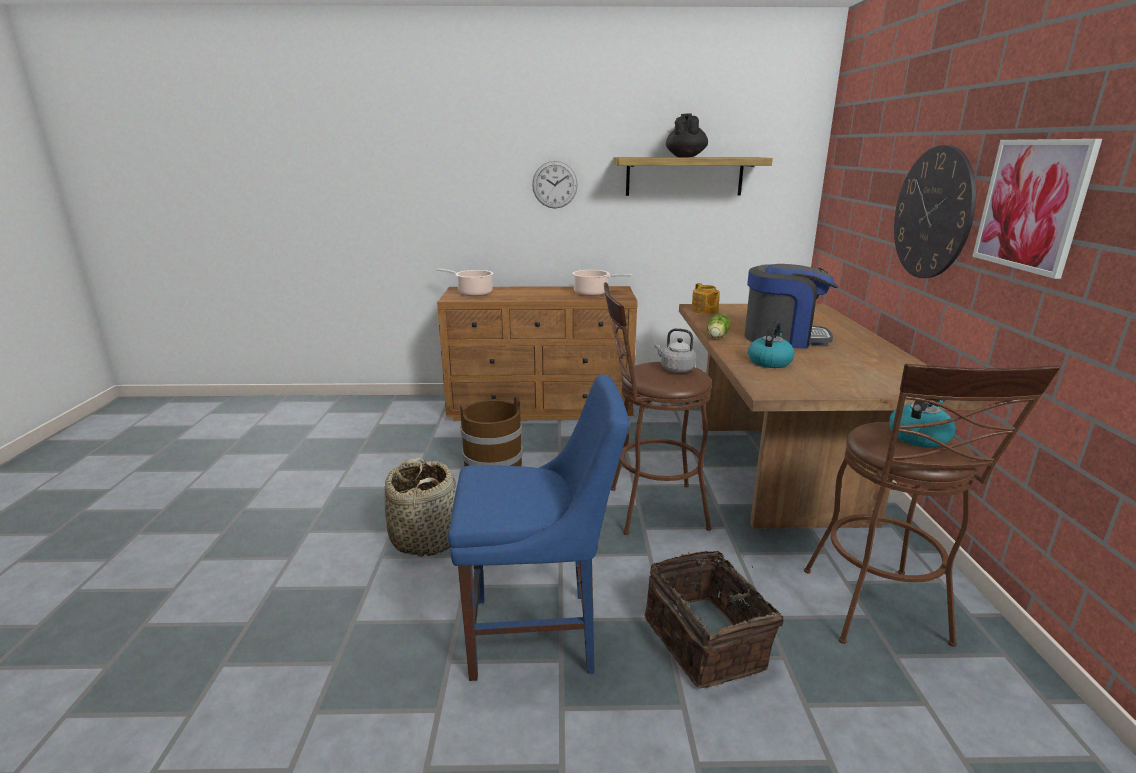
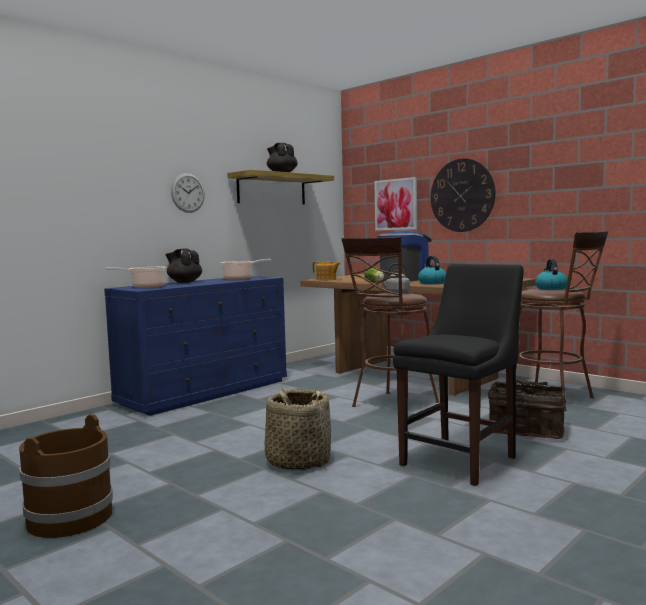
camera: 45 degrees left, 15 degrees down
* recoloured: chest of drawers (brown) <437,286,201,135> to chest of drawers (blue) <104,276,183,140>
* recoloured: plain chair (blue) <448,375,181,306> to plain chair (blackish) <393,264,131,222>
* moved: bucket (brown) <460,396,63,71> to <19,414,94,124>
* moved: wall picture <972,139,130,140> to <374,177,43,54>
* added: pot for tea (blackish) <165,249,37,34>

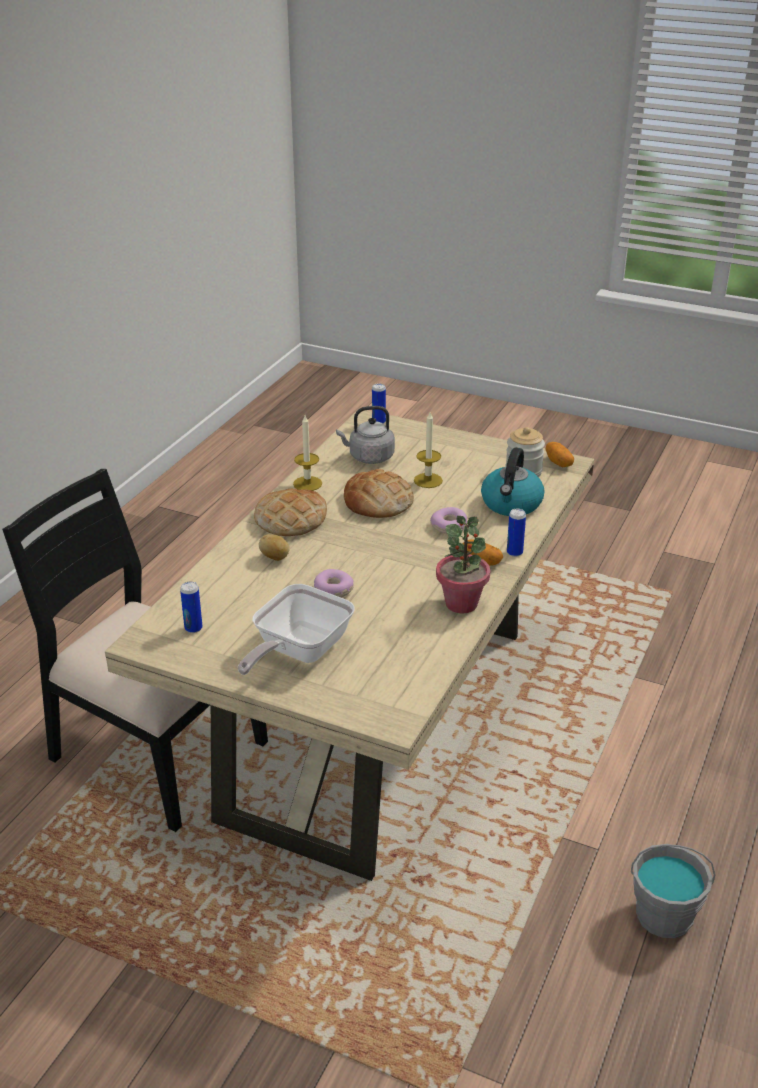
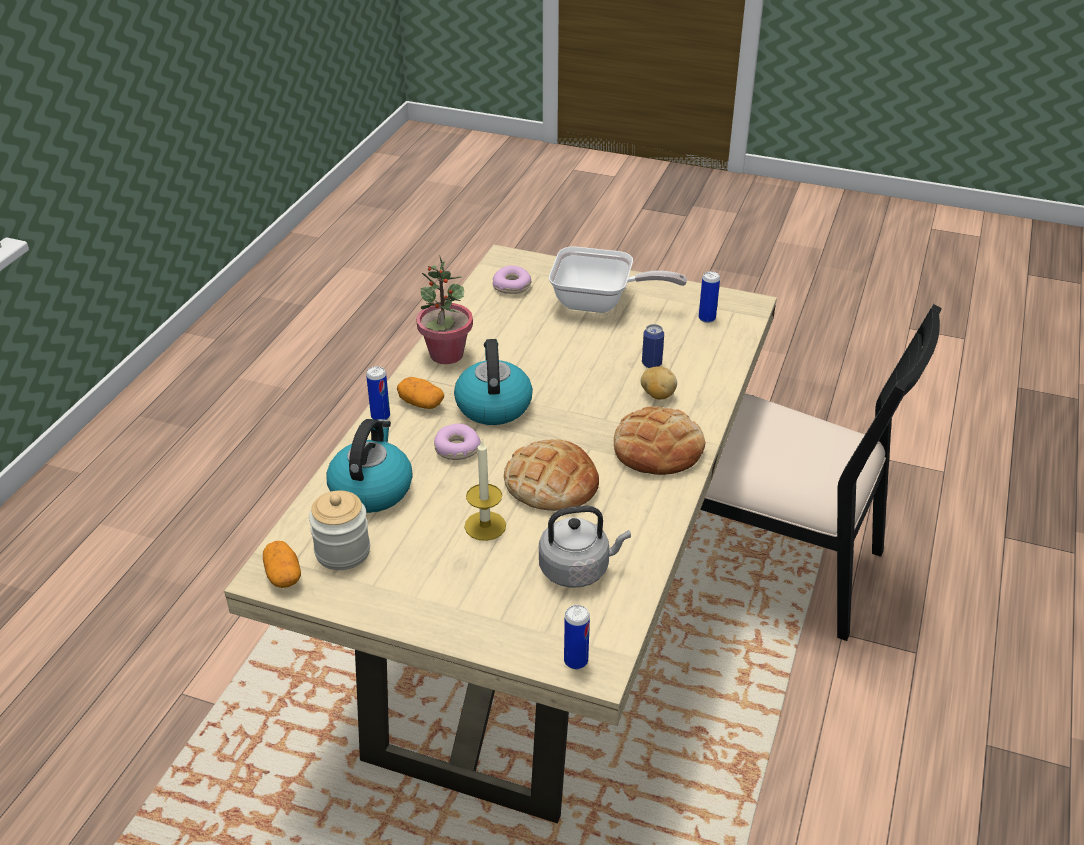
camera: 175 degrees right, 5 degrees up
* turned: skillet <238,584,117,91> = <549,247,138,66> 75 degrees clockwise
* removed: wax candle <293,415,29,76>
* moved: doughnut <314,569,40,29> to <493,266,39,28>
* removed: bucket (grey) <631,844,84,94>
* added: water kettle <454,339,79,86>
* added: can <642,324,22,44>

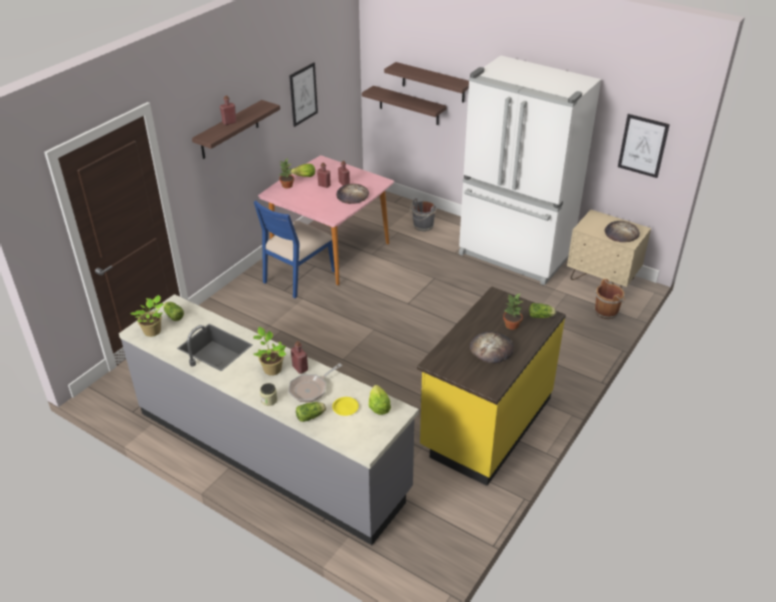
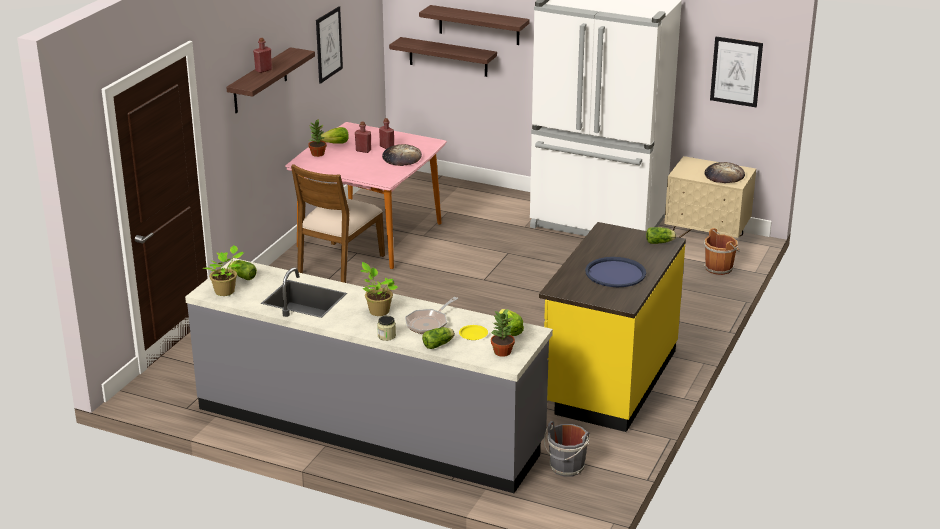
camera: 10 degrees left, 10 degrees down
* recoloured: plain chair (blue) <254,200,81,98> to plain chair (brown) <291,164,94,119>
* removed: bottle (reddish) <291,341,17,33>
* moved: bucket (grey) <410,198,26,33> to <544,421,45,56>
* replaced: bread <470,332,44,32> to tray (blue) <585,257,61,30>
* moved: potted plant <503,294,20,36> to <490,308,25,49>

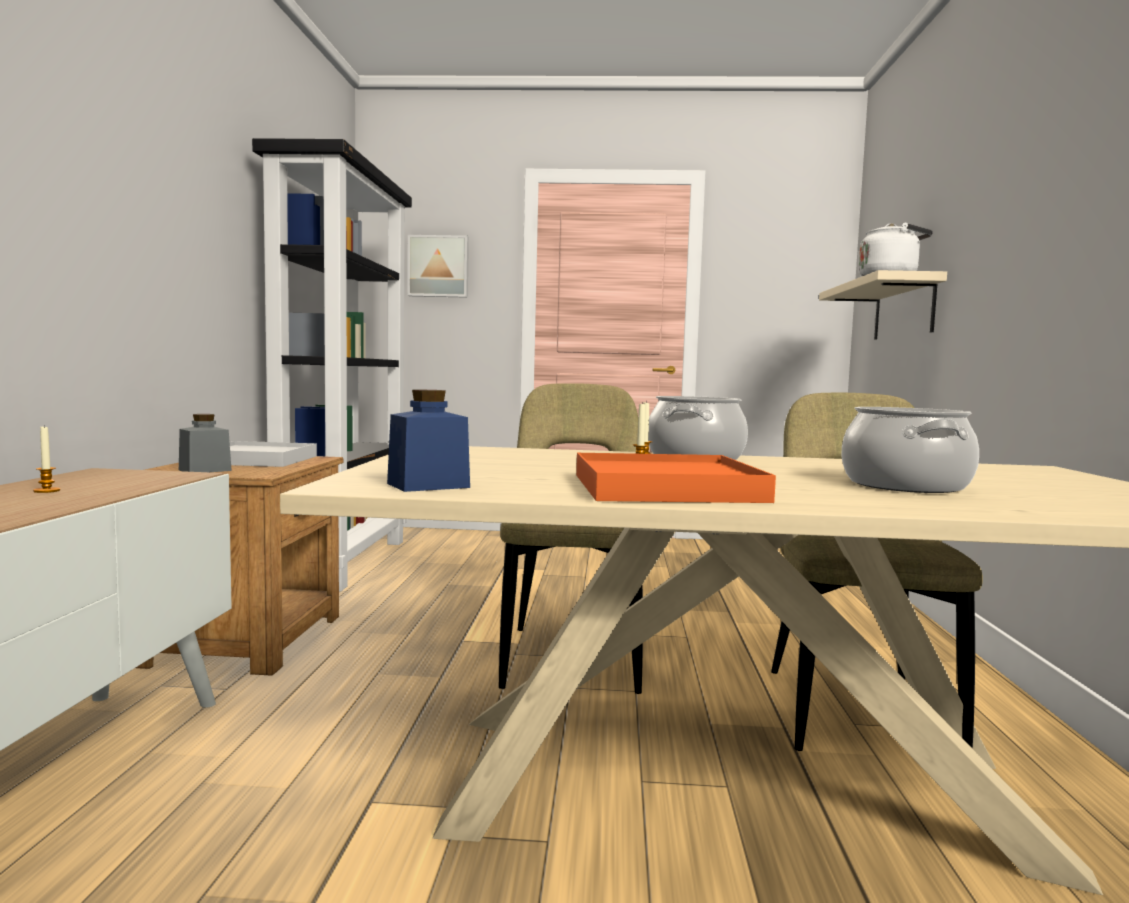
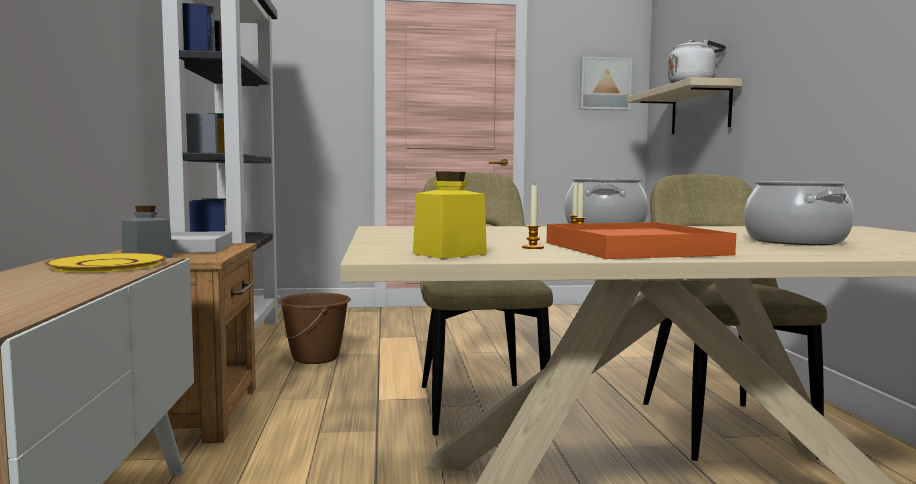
camera: 10 degrees left, 0 degrees up
* moved: wax candle <33,426,27,67> to <522,183,22,66>
* recoloured: storage jar (blue) <387,390,83,102> to storage jar (yellowish) <413,171,74,88>
* moved: wall picture <407,235,62,63> to <579,57,53,53>
* added: flat dish (yellowish) <45,253,121,20>
* added: bucket (brown) <278,293,73,71>

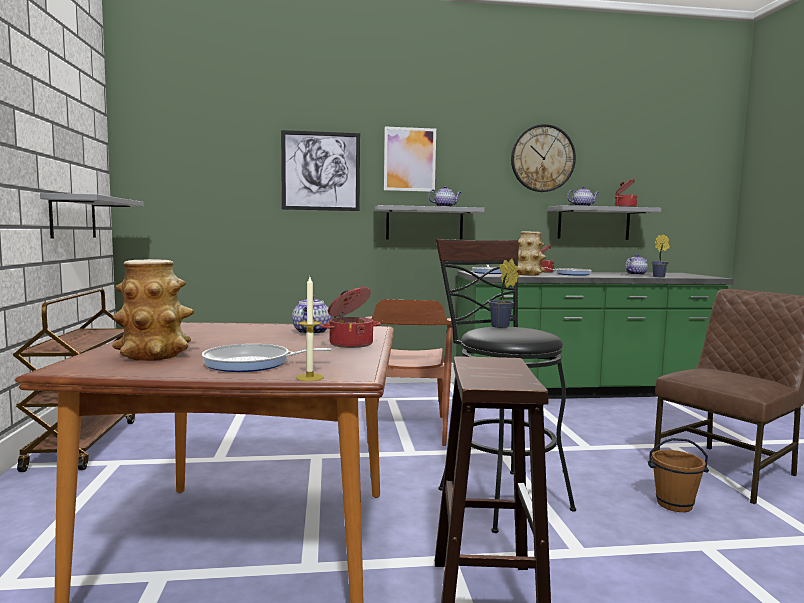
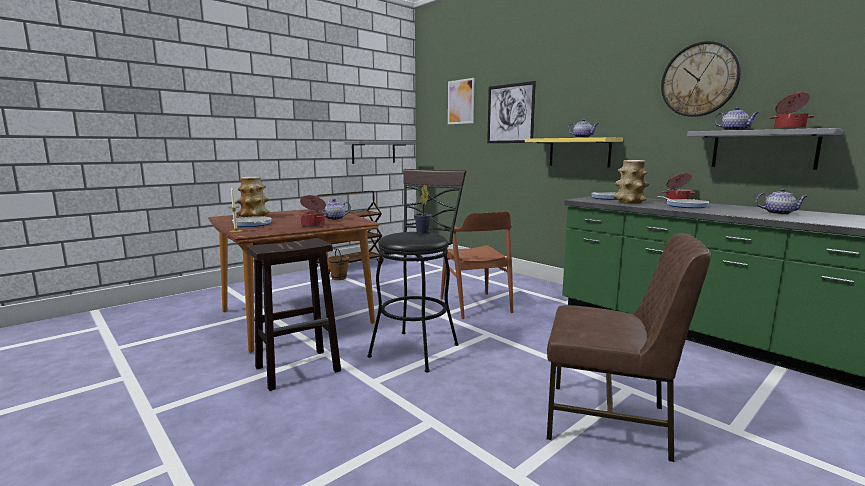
camera: 55 degrees right, 5 degrees up
* turned: plain chair (brown) <366,299,87,147> = <440,212,73,107> 75 degrees counterclockwise
* recoloured: shelf (grey) <374,205,111,35> to shelf (yellowish) <525,137,98,31>
* moved: wall picture <384,127,52,65> to <448,78,26,46>
* moved: bucket (brown) <648,438,61,74> to <328,248,21,32>
* removed: potted plant <651,234,19,43>

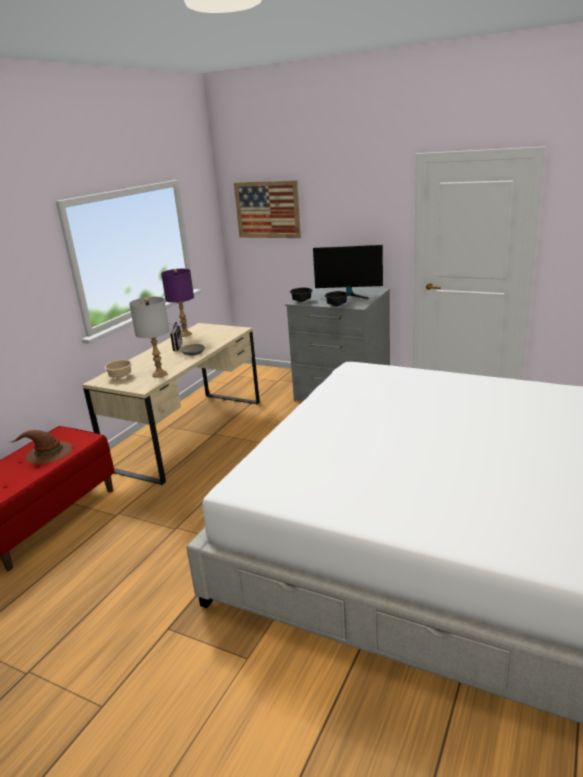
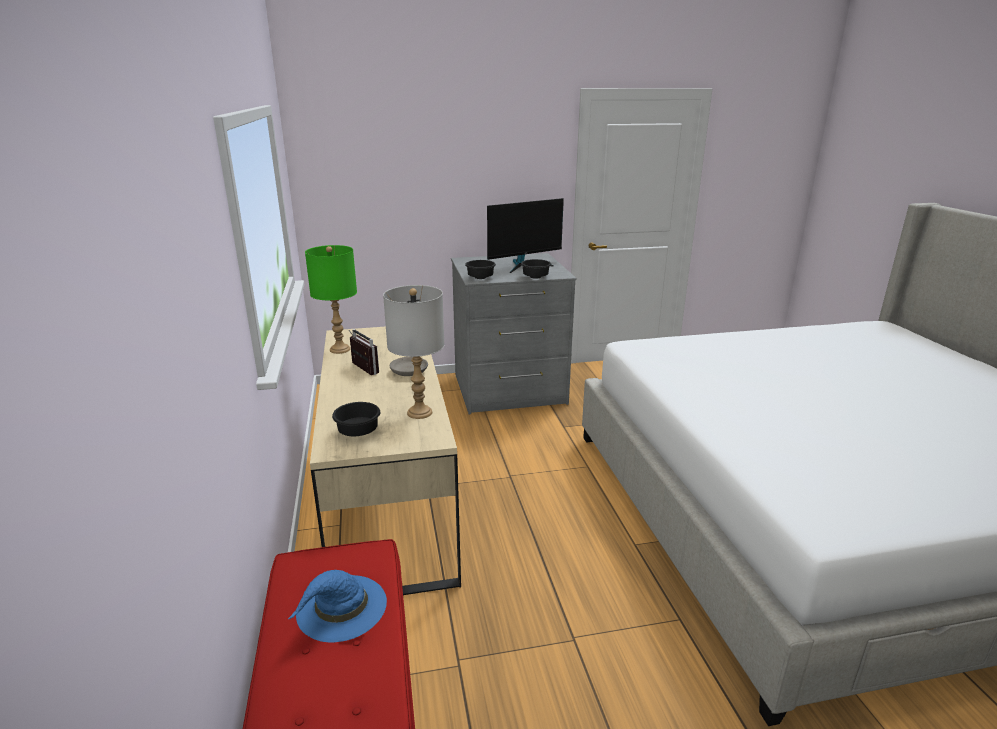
camera: 40 degrees left, 0 degrees up
* recoloured: hat (brown) <11,430,62,34> to hat (blue) <288,570,99,72>
* recoloured: bowl (beige) <105,360,27,18> to bowl (blackish) <332,402,48,34>
* recoloured: tabletop lamp (purplish) <161,269,33,68> to tabletop lamp (green) <305,245,52,109>
* removed: wall picture <234,180,67,58>

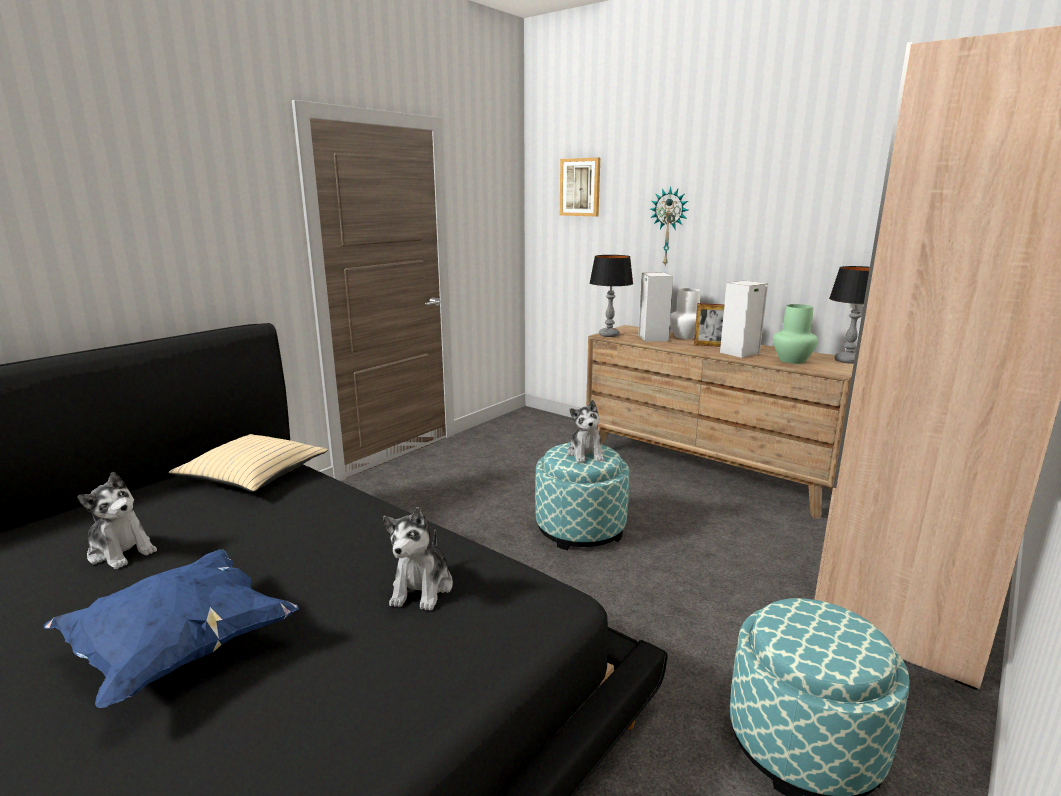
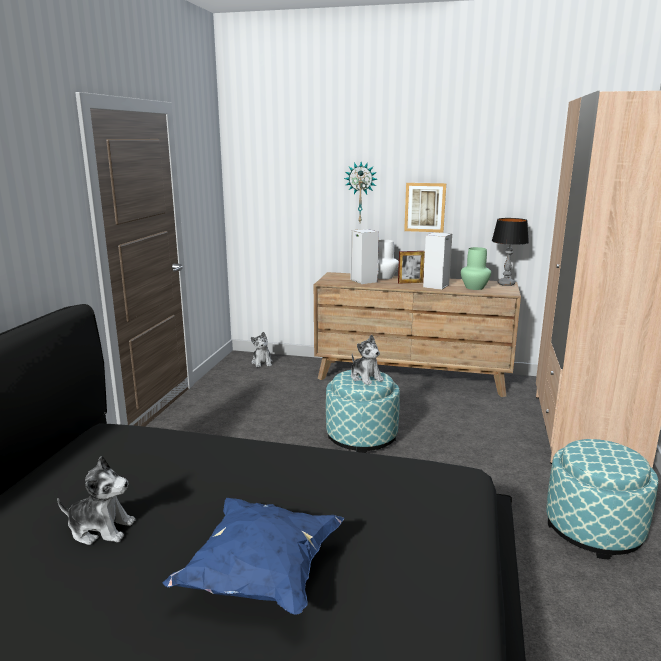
camera: 25 degrees left, 0 degrees up
* removed: throw pillow (beige) <169,434,159,58>
* moved: plush toy <383,507,70,104> to <251,332,22,35>
* moved: wall picture <560,158,40,58> to <404,183,42,49>
* removed: tabletop lamp <590,255,43,82>

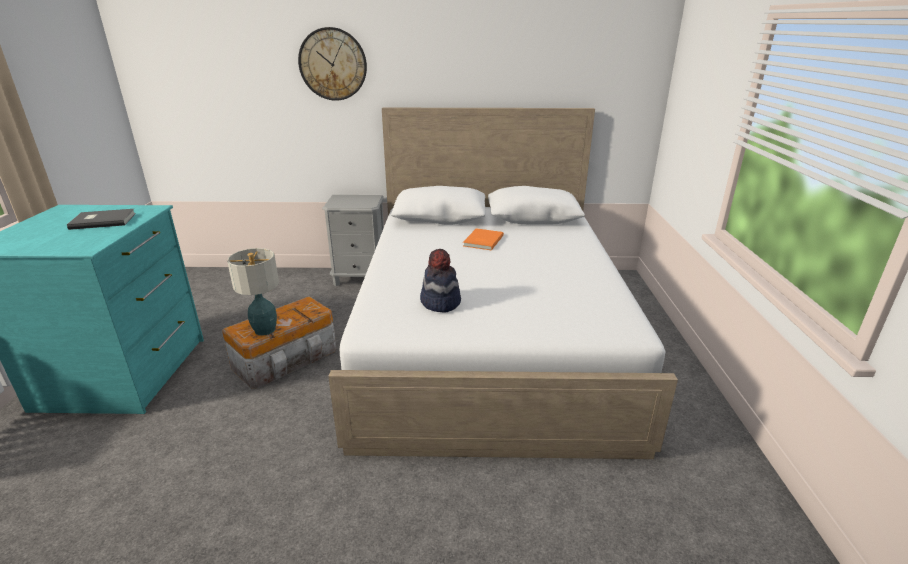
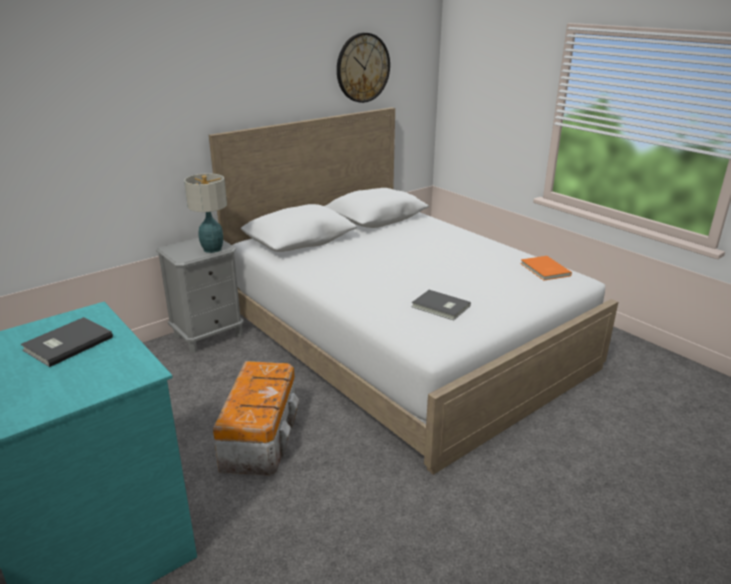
camera: 40 degrees left, 0 degrees up
* moved: tabletop lamp <227,248,52,88> to <184,173,43,80>
* moved: hanging clock <298,27,69,74> to <337,33,53,70>
* replaced: hat <420,249,41,64> to book (grey) <411,290,60,30>
* moved: book (orange-coloured) <463,228,41,22> to <520,256,52,25>

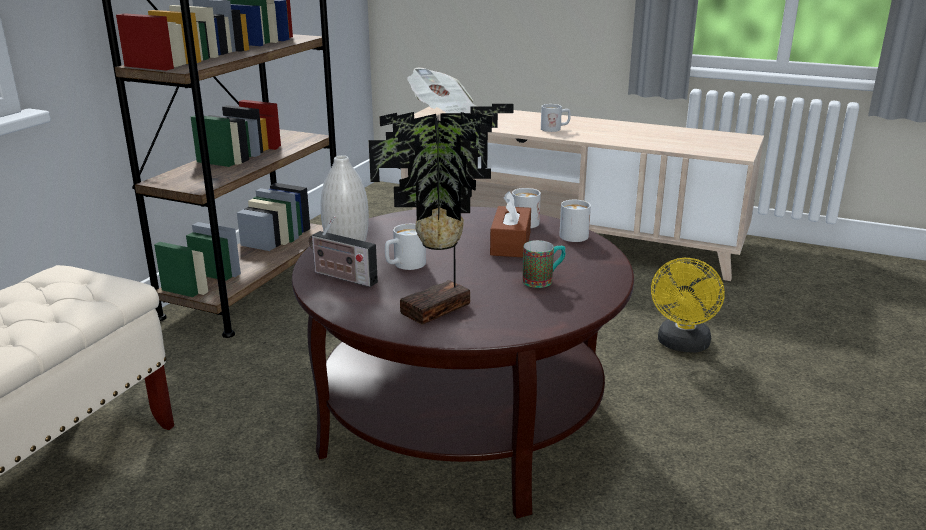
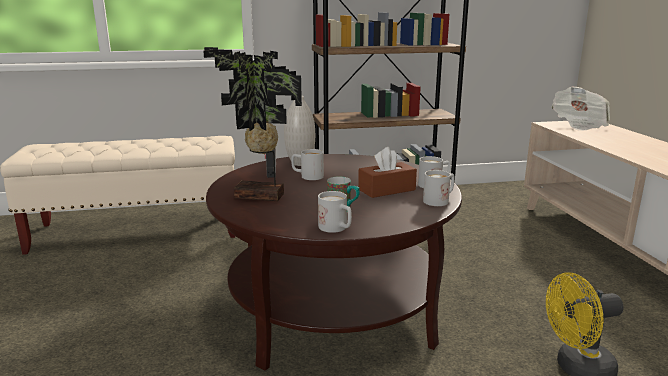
camera: 55 degrees right, 5 degrees down
* moved: mug (white) <541,104,30,28> to <318,191,34,42>

